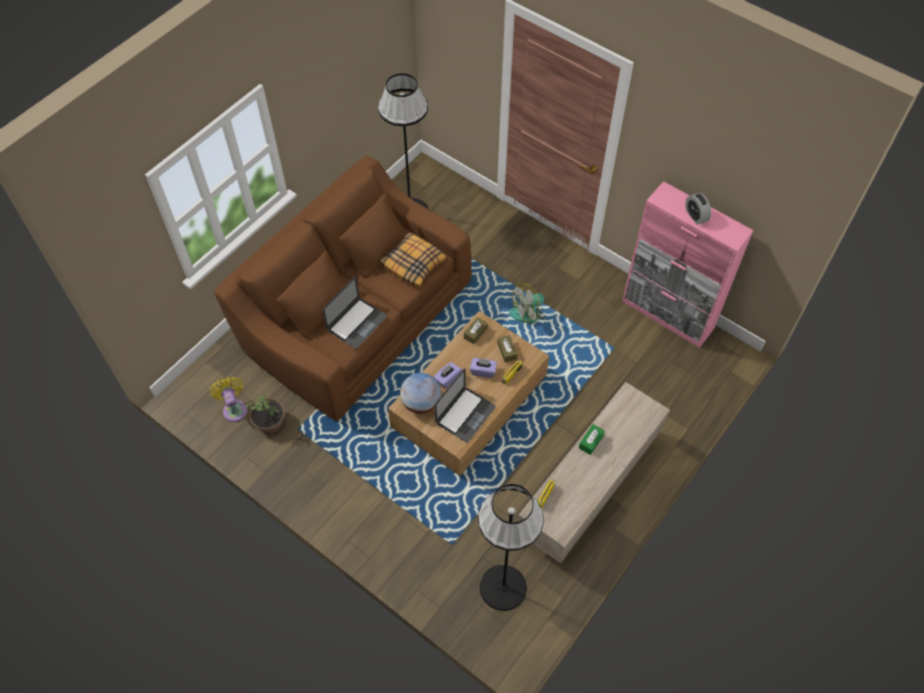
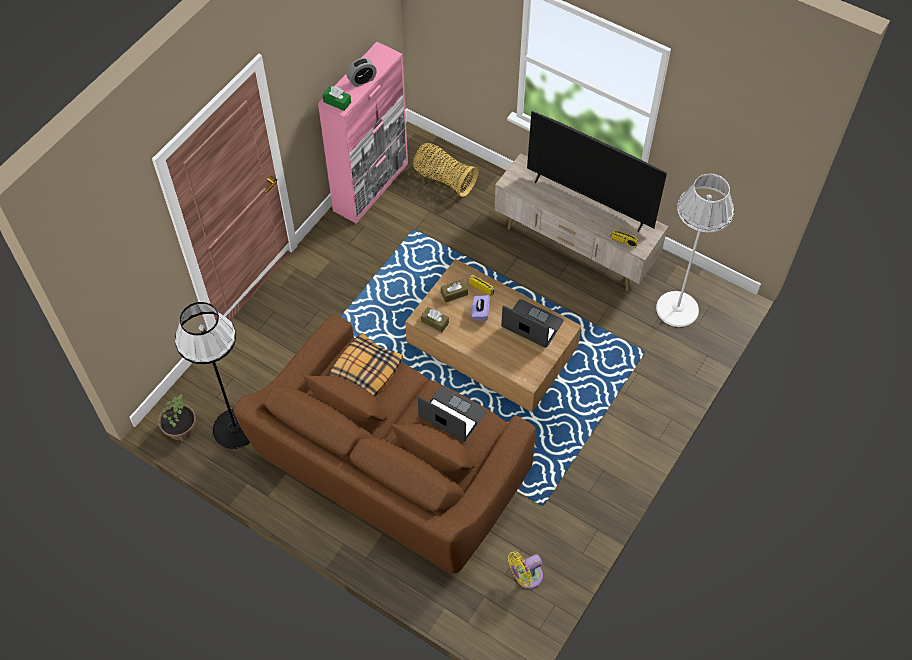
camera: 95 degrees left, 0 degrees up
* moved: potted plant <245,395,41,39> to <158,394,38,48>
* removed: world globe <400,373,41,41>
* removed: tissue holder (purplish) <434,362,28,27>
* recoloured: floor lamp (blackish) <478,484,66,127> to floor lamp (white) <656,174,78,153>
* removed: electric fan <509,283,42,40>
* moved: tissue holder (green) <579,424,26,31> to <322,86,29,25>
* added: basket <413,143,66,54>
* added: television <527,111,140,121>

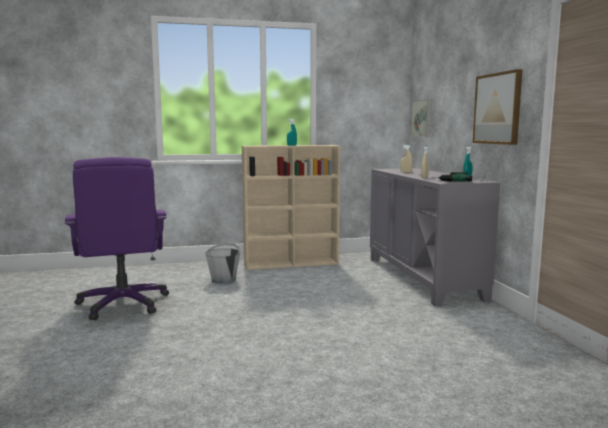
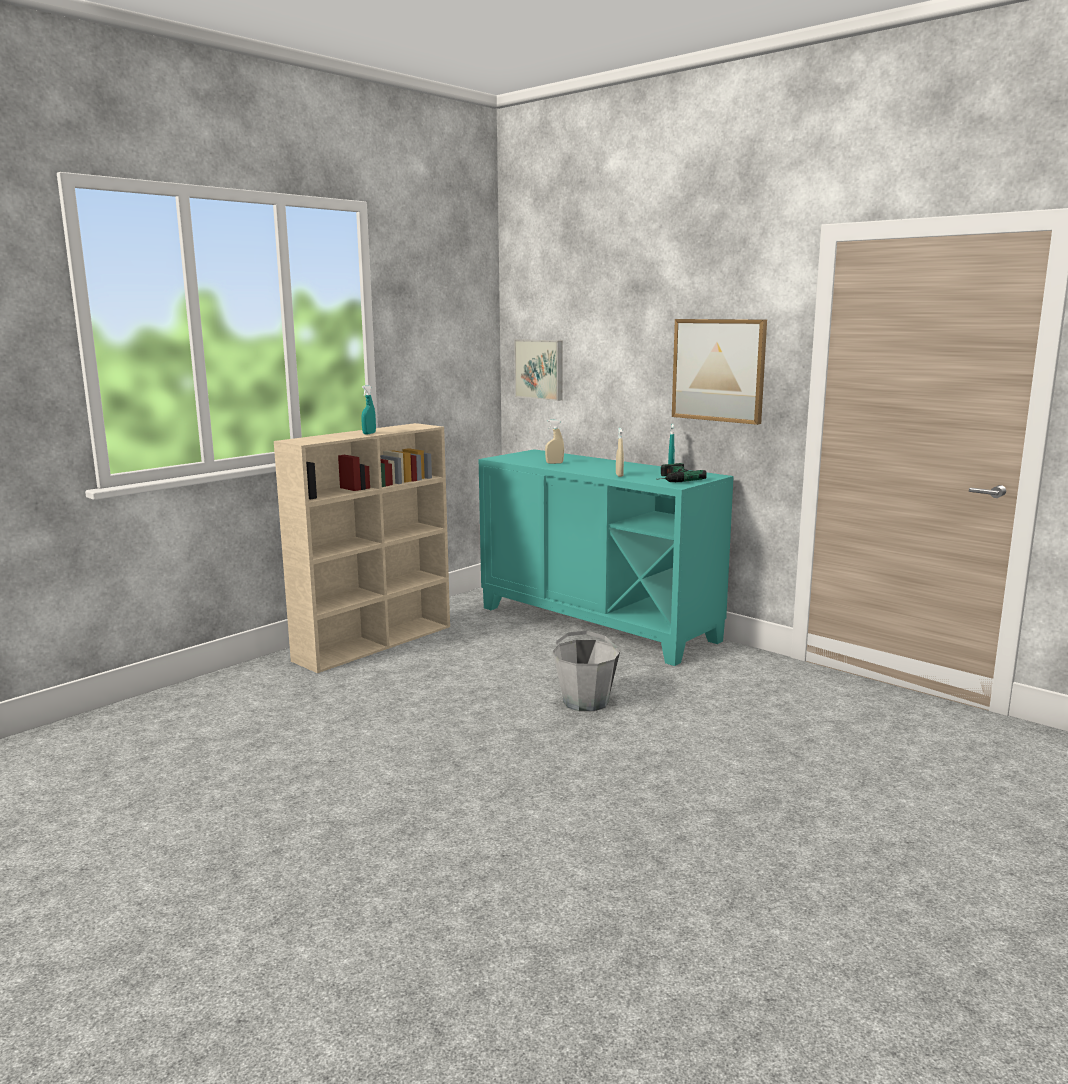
camera: 35 degrees left, 5 degrees up
* removed: office chair (purplish) <65,157,104,163>
* moved: bucket (grey) <205,243,36,41> to <553,631,67,80>
* recoloured: cabinet (grey) <370,168,130,138> to cabinet (turquoise) <479,449,255,217>

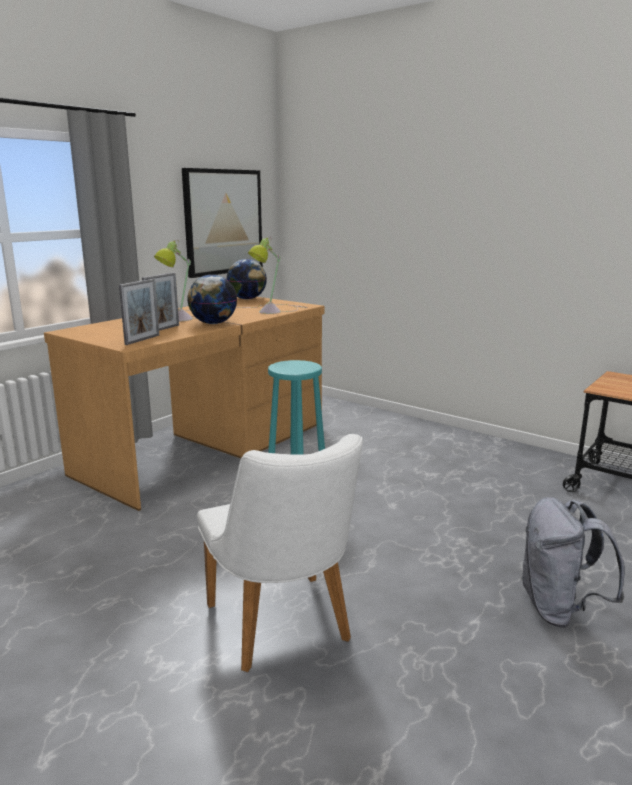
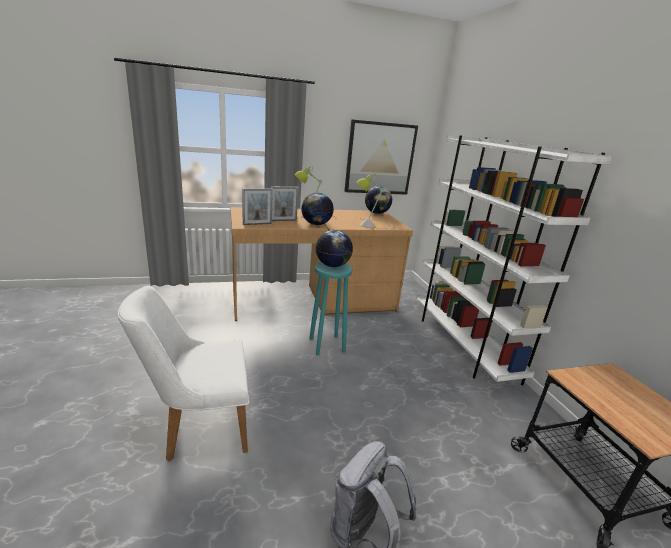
camera: 35 degrees right, 5 degrees up
* turned: plain chair (white) <197,434,166,238> = <118,286,131,176> 60 degrees clockwise
* added: world globe <316,230,37,37>
* added: bookshelf (white) <416,135,197,251>

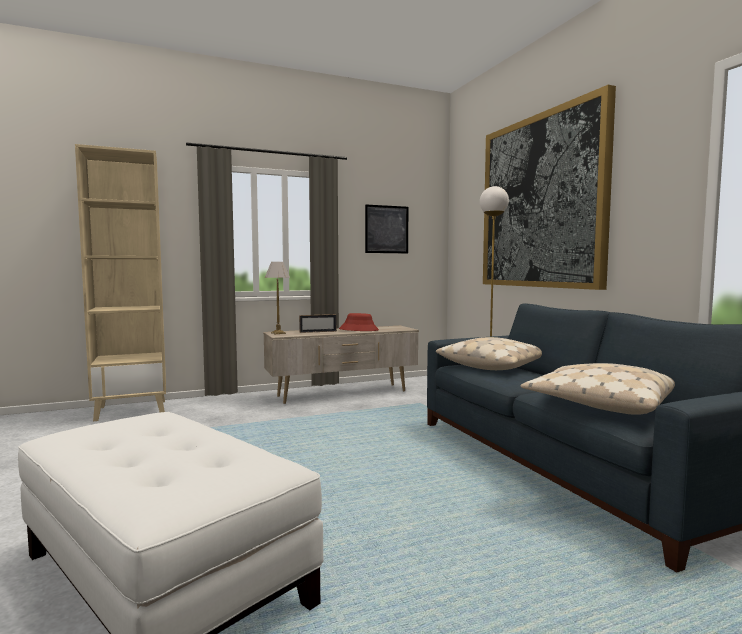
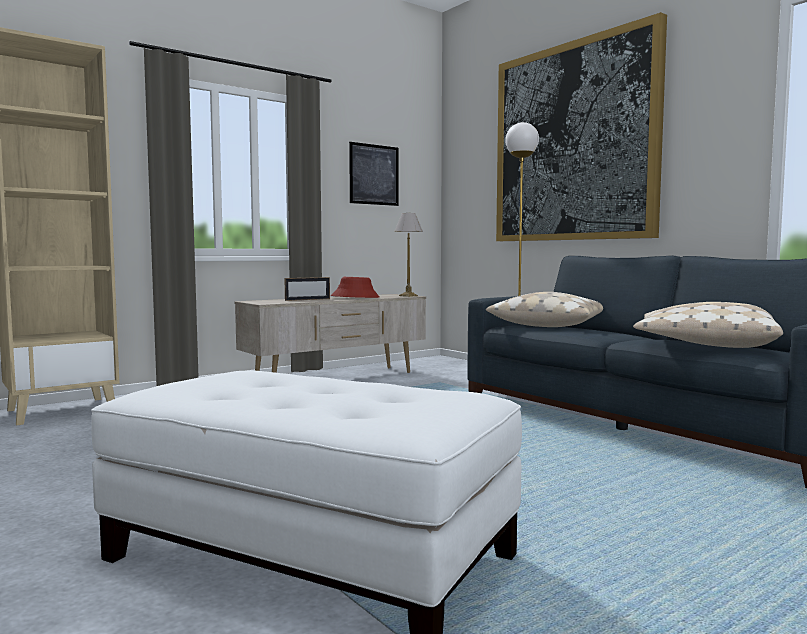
camera: 15 degrees left, 0 degrees up
* moved: tabletop lamp <265,262,25,72> to <394,213,29,84>

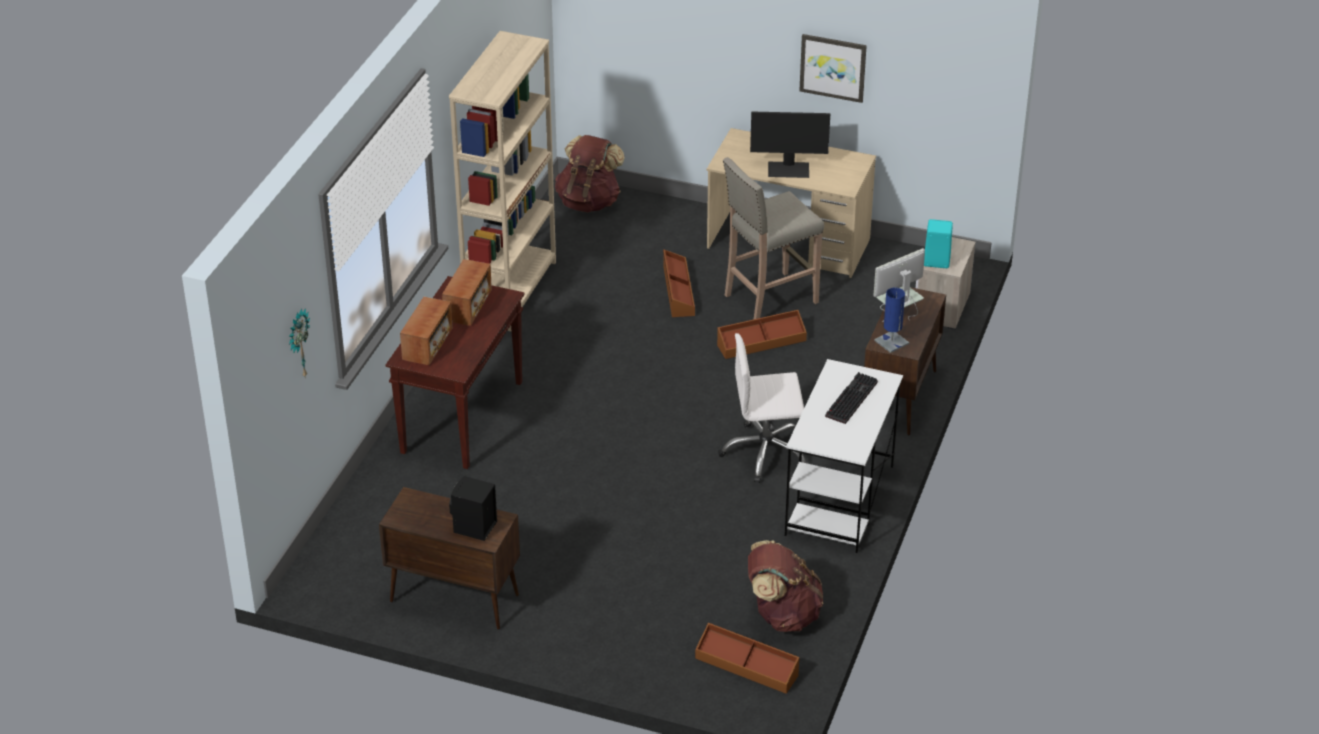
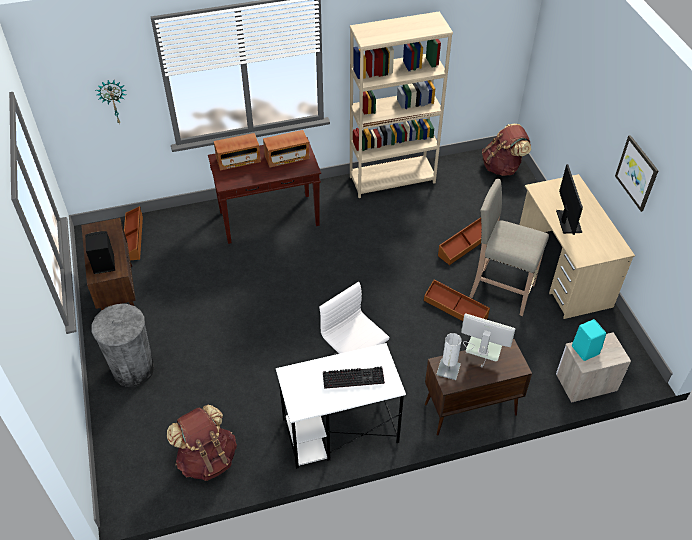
camera: 55 degrees right, 10 degrees up
* moved: storage bin (brown) <695,623,105,71> to <124,206,19,54>
* turned: computer screen <750,111,80,67> = <556,164,27,71> 150 degrees counterclockwise
* recoloured: tabletop lamp (blue) <874,288,35,65> to tabletop lamp (white) <436,333,26,47>
* added: rubbish bin (grey) <91,304,63,83>

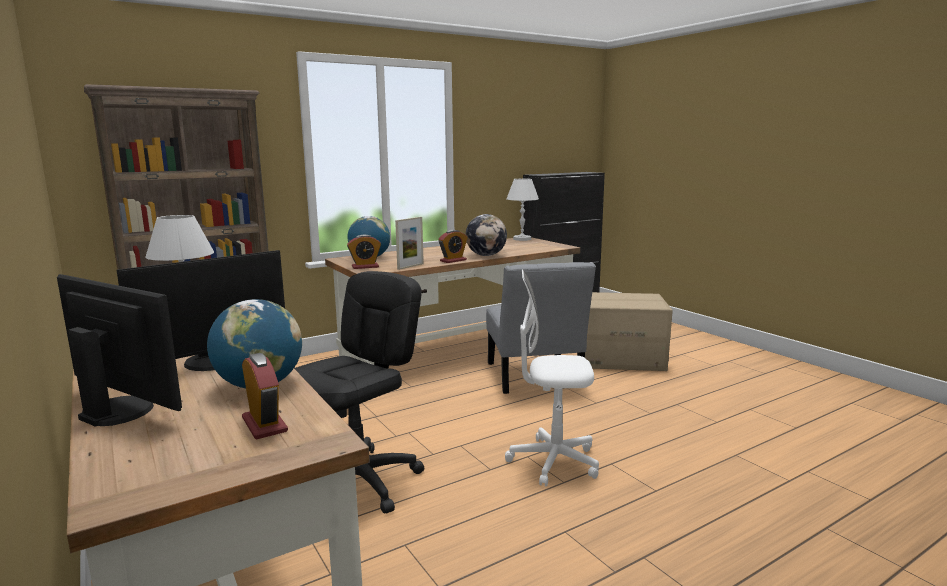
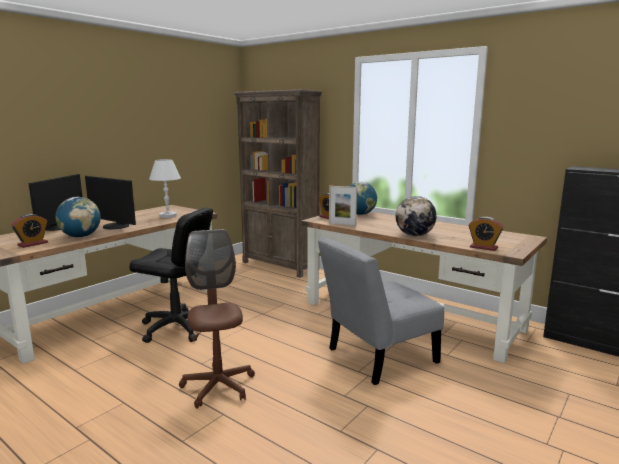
camera: 70 degrees right, 0 degrees up
* moved: table clock <438,230,30,33> to <468,217,35,34>
* recoloured: office chair (white) <505,270,94,217> to office chair (brown) <179,229,76,180>
* removed: tabletop lamp (white) <506,178,33,63>
* removed: packing box <585,292,88,79>

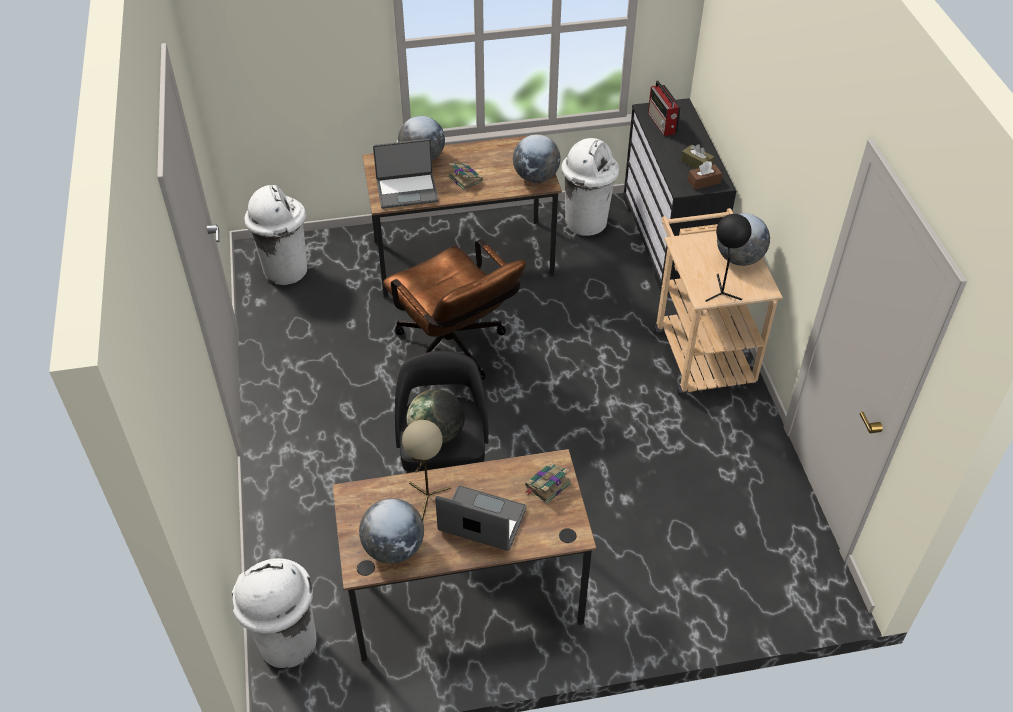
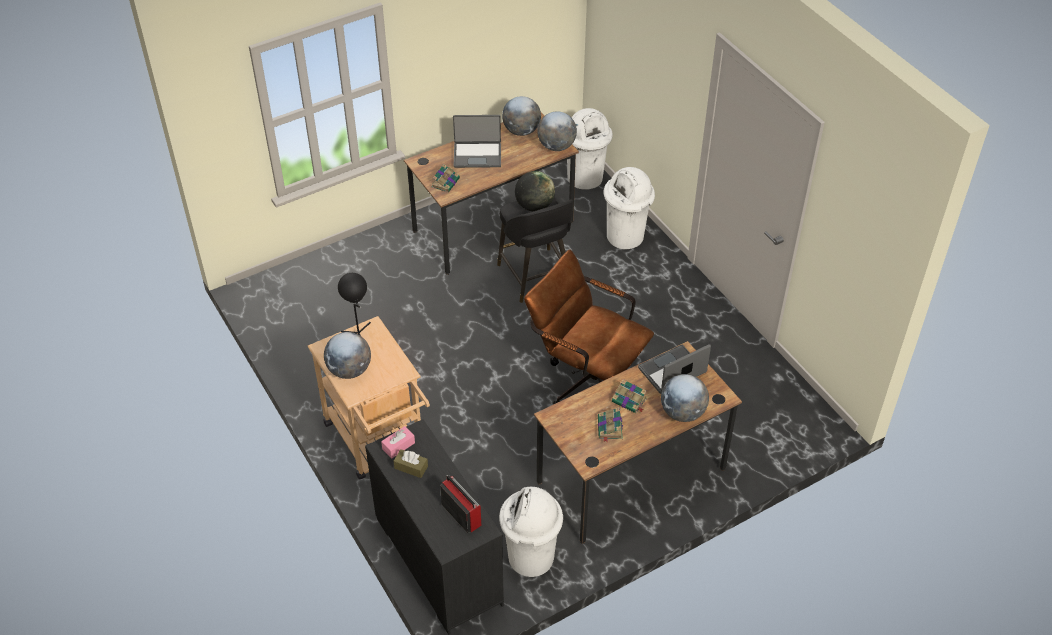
camera: 160 degrees right, 0 degrees up
* moved: rubbish bin (white) <244,185,63,100> to <603,167,52,83>
* removed: tabletop lamp (beige) <402,420,49,100>
* moved: world globe <513,134,48,49> to <537,111,40,40>
* recoloured: tissue holder (brown) <688,161,34,29> to tissue holder (pink) <381,426,34,33>
* added: book <598,407,25,36>

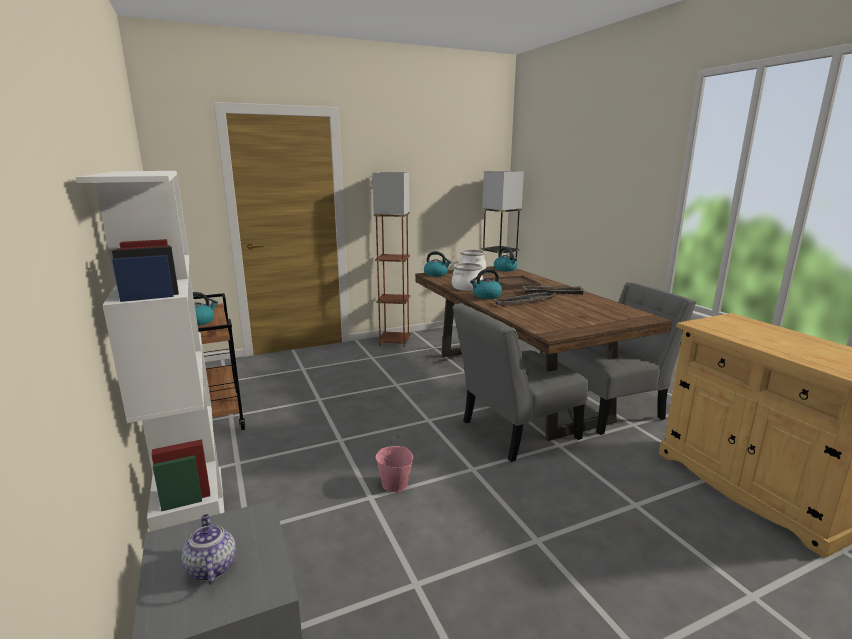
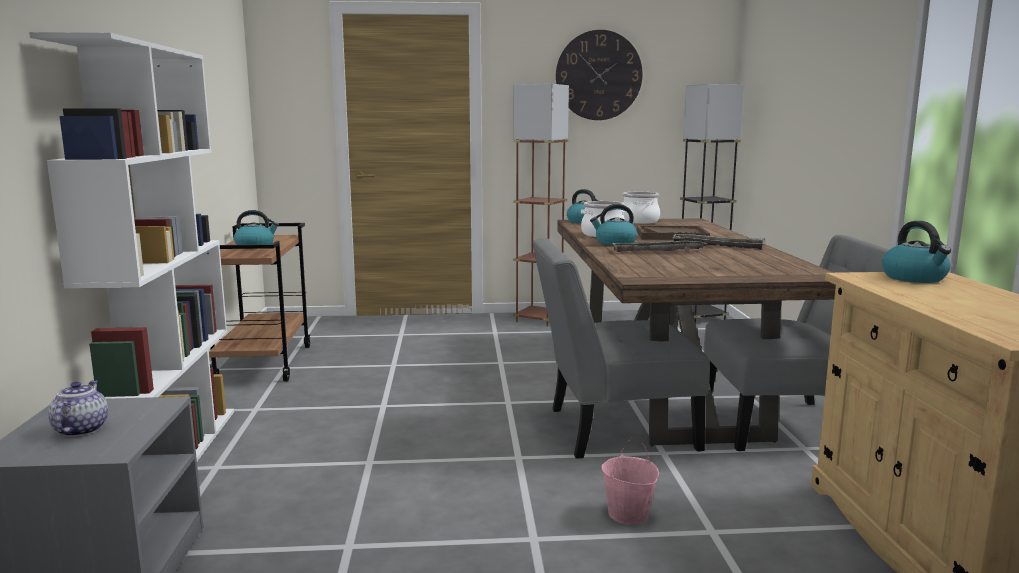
camera: 20 degrees right, 5 degrees down
* moved: bucket (pink) <375,436,38,56> to <602,437,57,88>
* moved: water kettle <494,247,23,25> to <882,221,69,62>
* added: hanging clock <556,30,87,90>

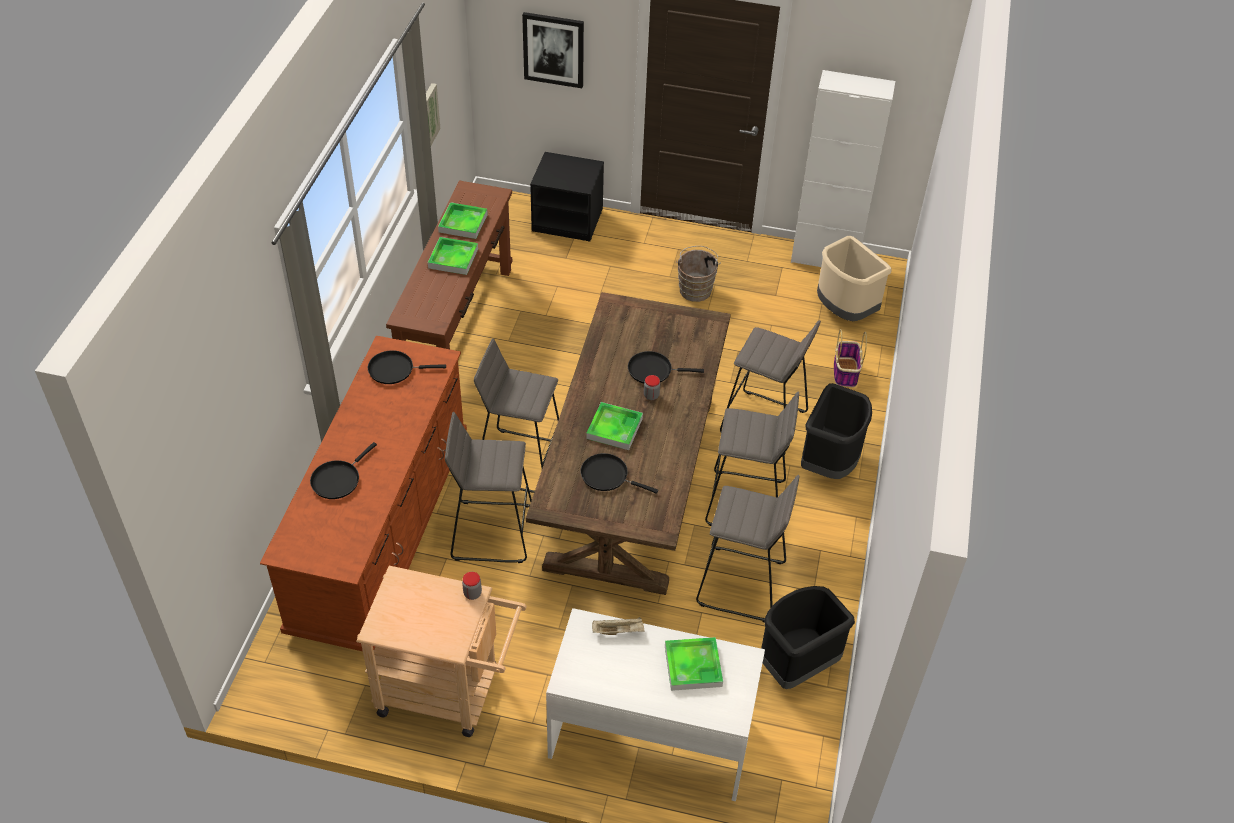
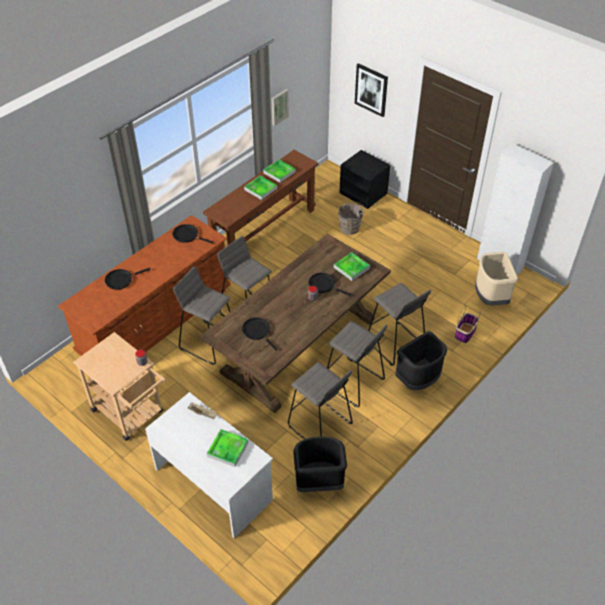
camera: 30 degrees right, 0 degrees up
* moved: tray <586,402,57,48> to <334,252,36,29>
* moved: bucket (brown) <676,246,45,56> to <338,202,27,33>

